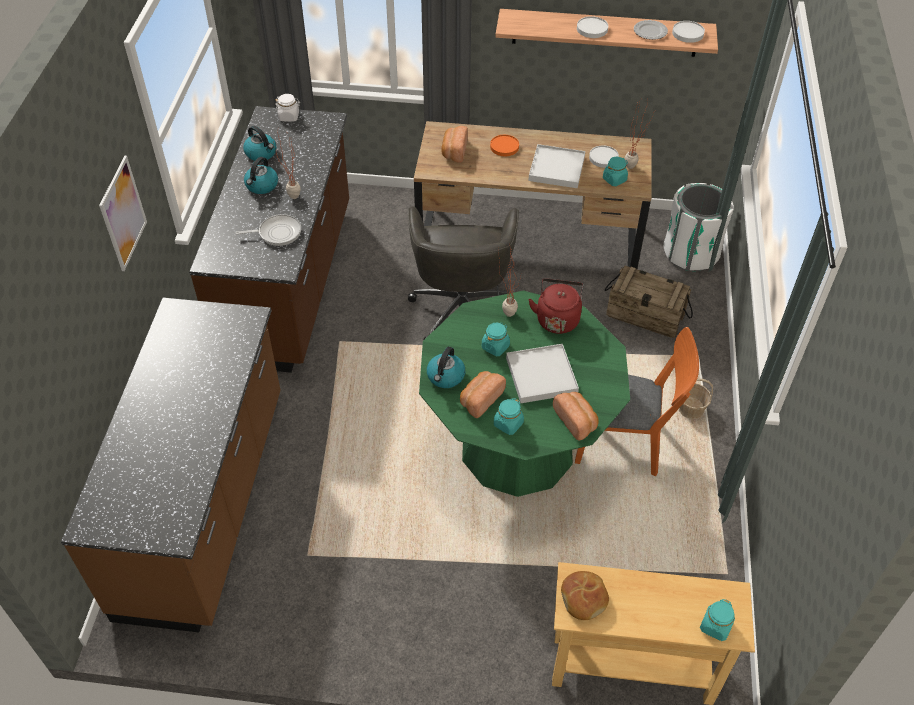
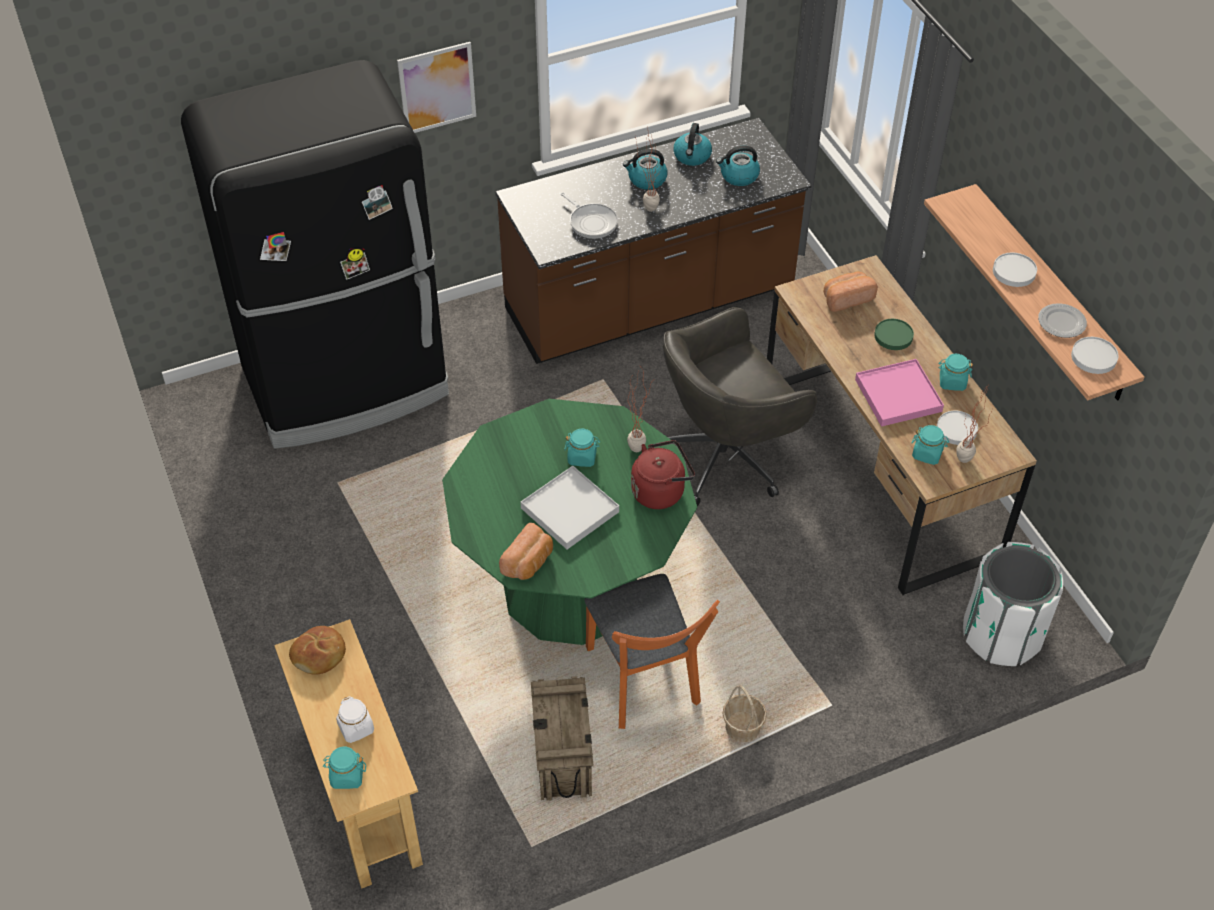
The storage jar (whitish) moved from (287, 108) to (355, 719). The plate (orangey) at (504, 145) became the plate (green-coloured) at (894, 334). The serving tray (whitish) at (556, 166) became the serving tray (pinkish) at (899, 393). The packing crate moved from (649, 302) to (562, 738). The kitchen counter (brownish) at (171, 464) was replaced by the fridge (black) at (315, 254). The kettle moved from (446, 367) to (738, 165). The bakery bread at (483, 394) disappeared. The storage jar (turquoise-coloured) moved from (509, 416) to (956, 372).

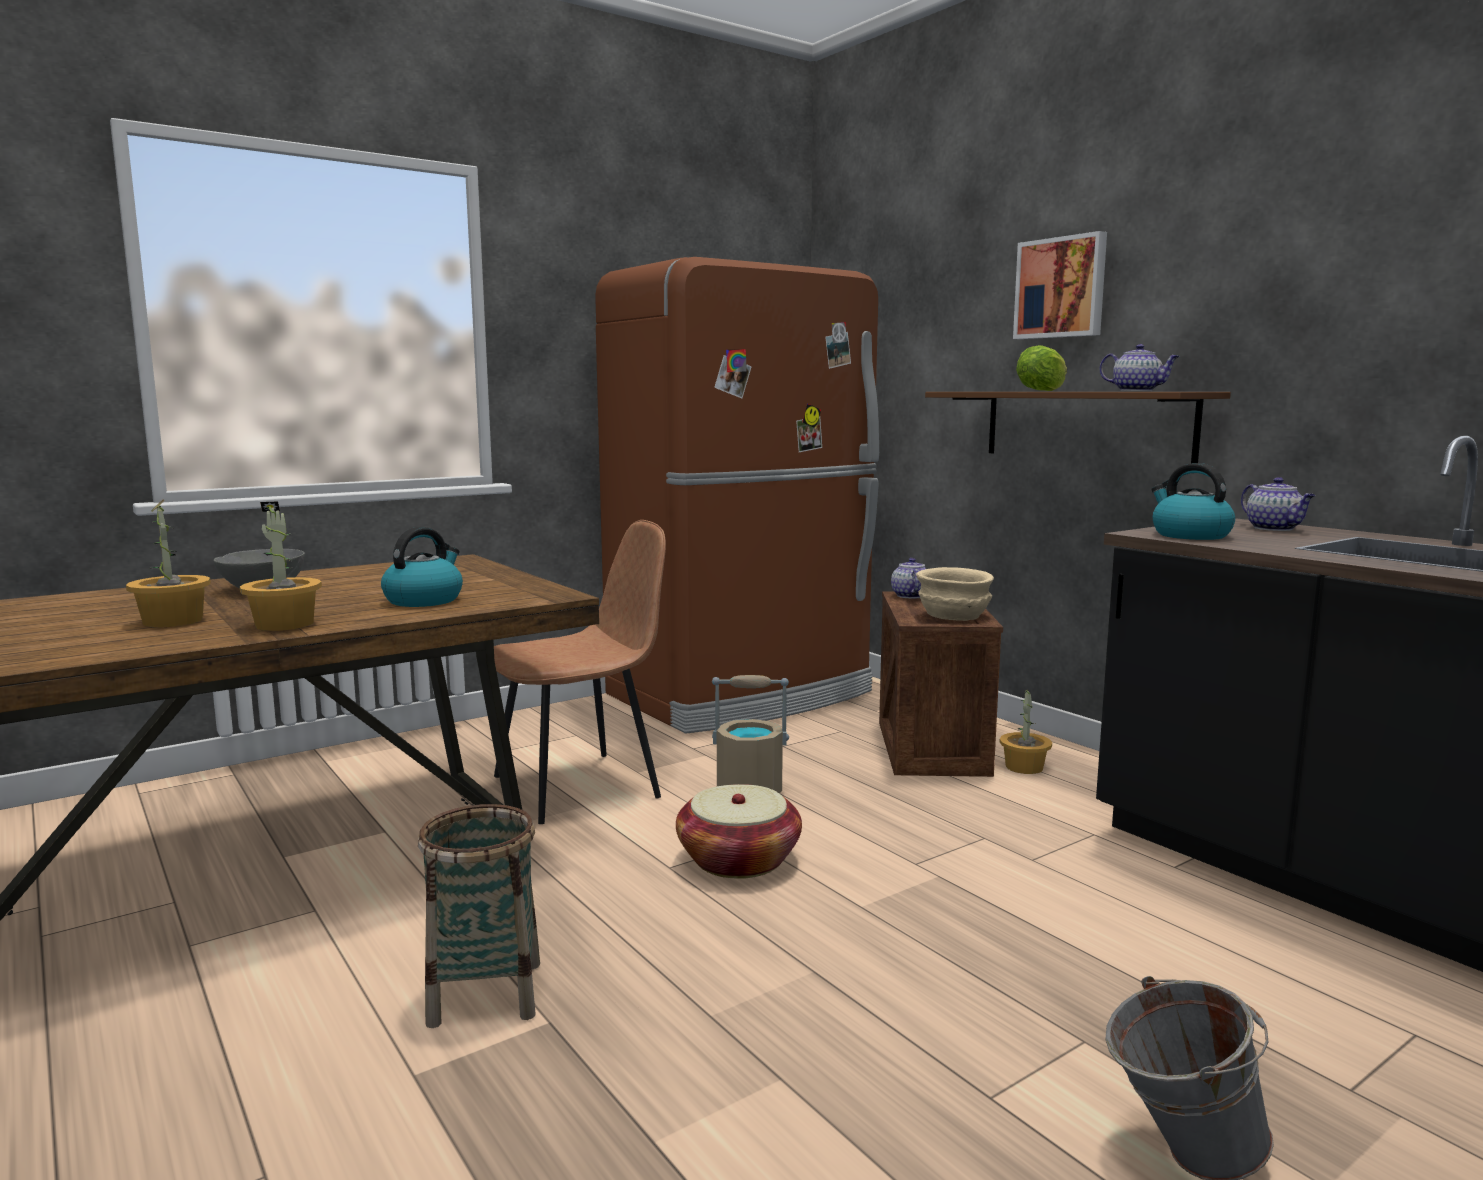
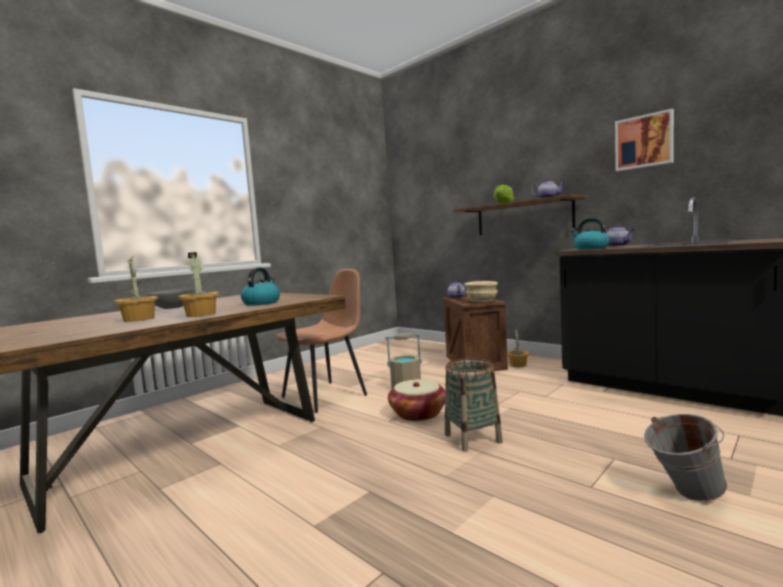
The wall art moved from (1060, 285) to (644, 140). The fridge (brownish) at (737, 495) disappeared. The storage basket moved from (479, 916) to (474, 404).

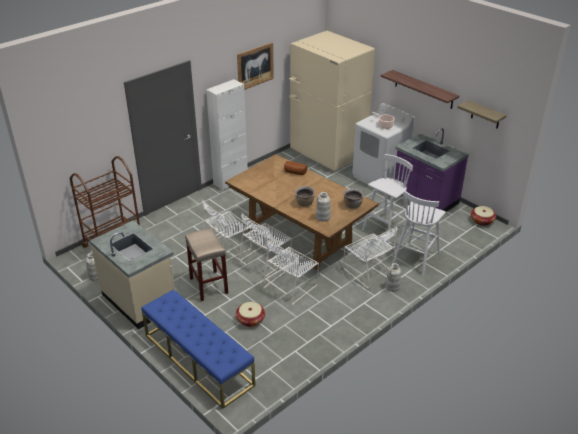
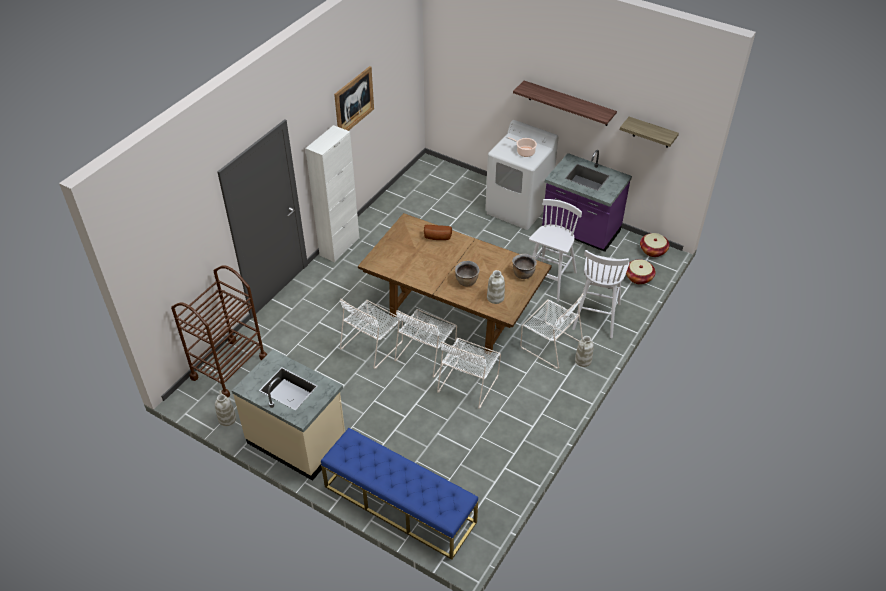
The fridge (sand-coloured) at (332, 101) disappeared. The stool (sand-coloured) at (206, 264) disappeared. The storage basket moved from (250, 314) to (640, 271).

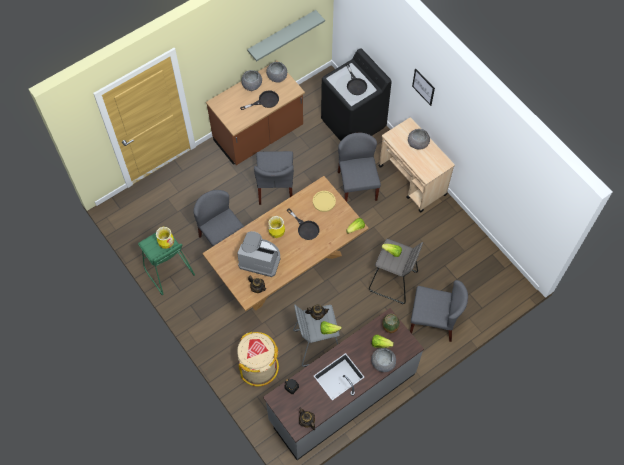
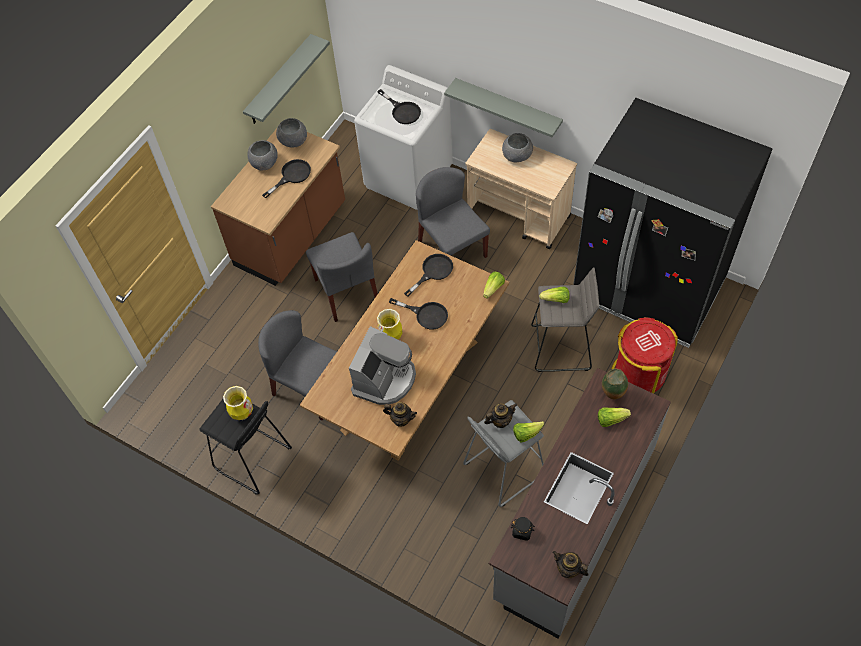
The laundry machine (black) at (356, 94) became the laundry machine (whitish) at (403, 137). The wall art at (423, 87) disappeared. The plate (yellow-coloured) at (324, 201) was replaced by the pan (black) at (428, 275). The coffee maker at (258, 254) turned 120 degrees clockwise. The stool (green-coloured) at (166, 264) became the stool (black) at (245, 447). The plain chair (greyish) at (439, 311) was replaced by the rubbish bin (reddish) at (645, 355). The rubbish bin (sand-coloured) at (258, 359) disappeared. The serving bowl (greyish) at (383, 360) disappeared. The wall shelf (greyish) at (503, 107) appeared. The fridge (black) at (672, 223) appeared.

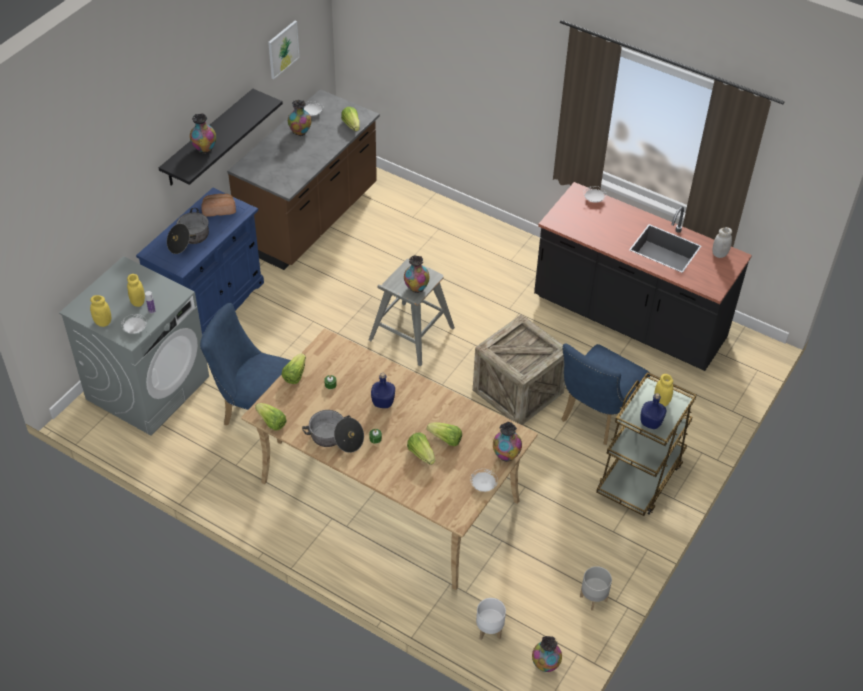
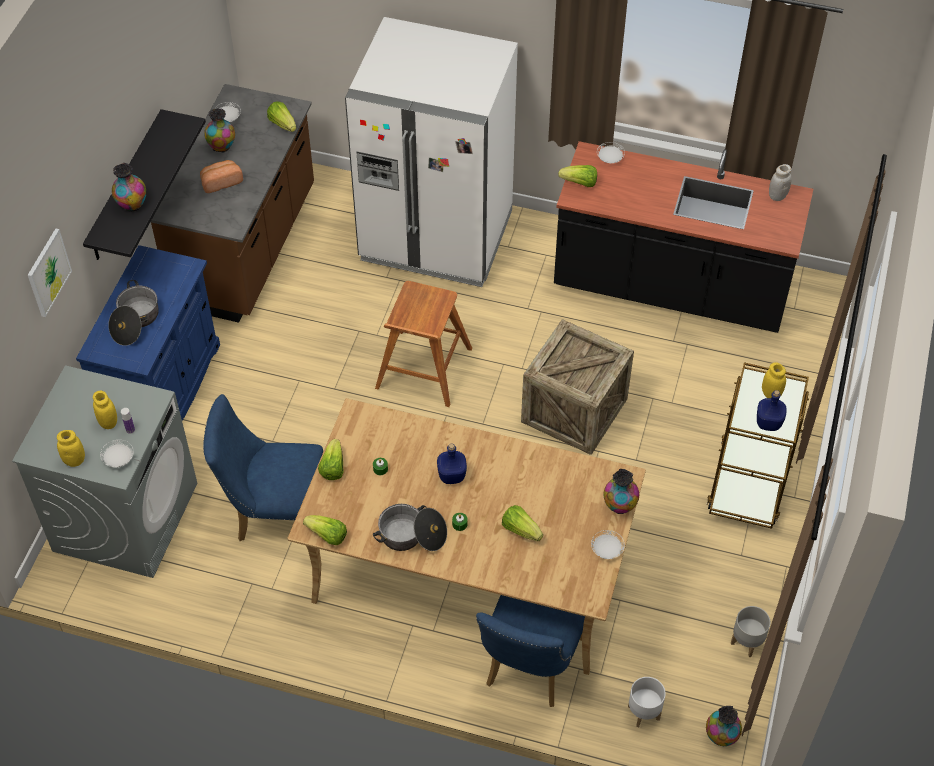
The wall art moved from (284, 50) to (50, 272). The bakery bread moved from (218, 205) to (221, 176). The vase at (416, 274) disappeared. The stool (greyish) at (412, 313) became the stool (brownish) at (423, 344). The plain chair (blue-coloured) moved from (605, 394) to (530, 651). The lettuce moved from (444, 434) to (577, 176). The fridge (whitish) at (431, 152) appeared.

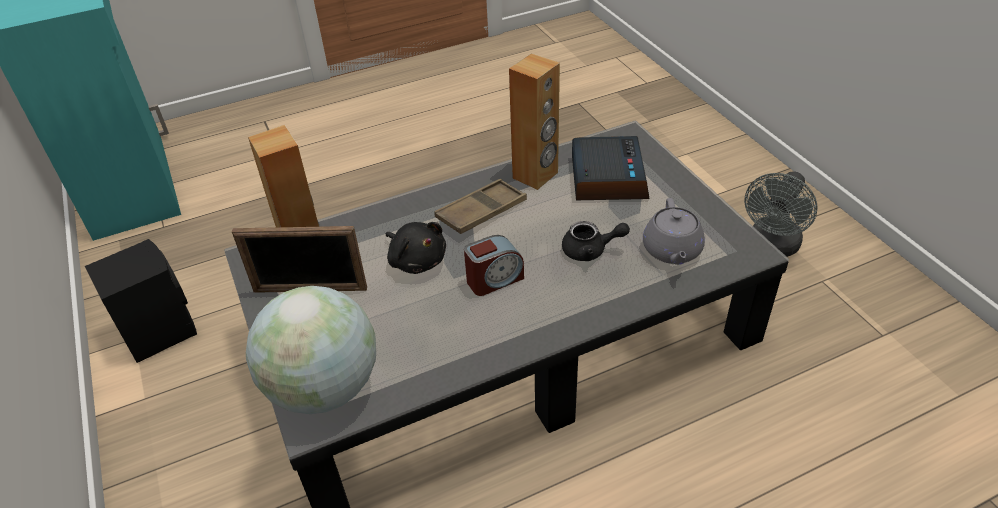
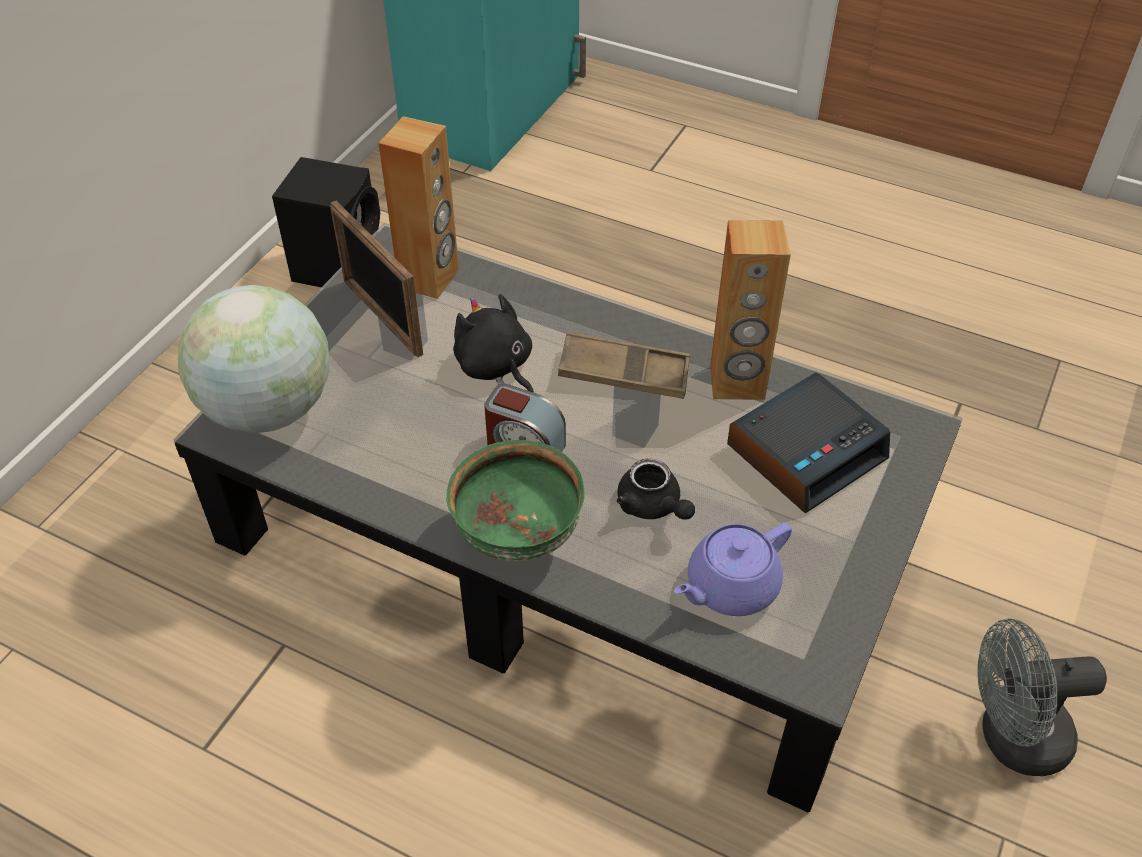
The tea pot (greyish) at (674, 231) became the tea pot (purplish) at (733, 569). The plush toy (black) at (416, 248) turned 135 degrees clockwise. The serving bowl (green-coloured) at (515, 500) appeared.

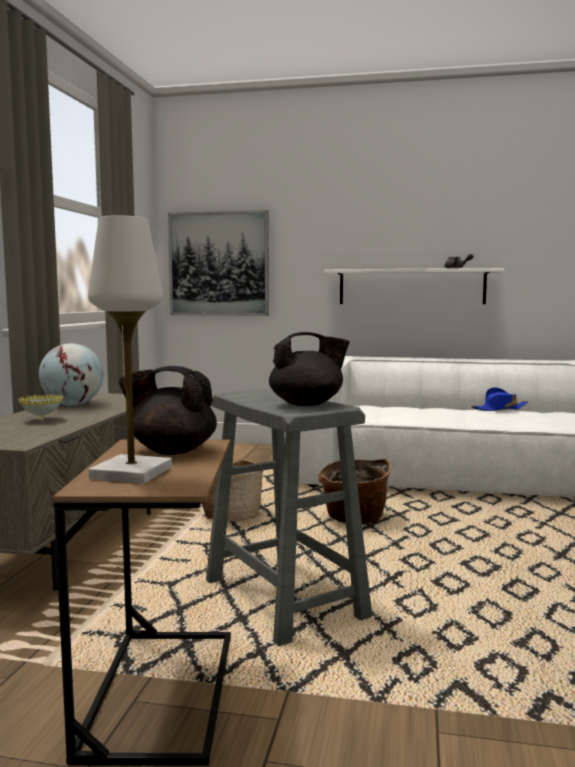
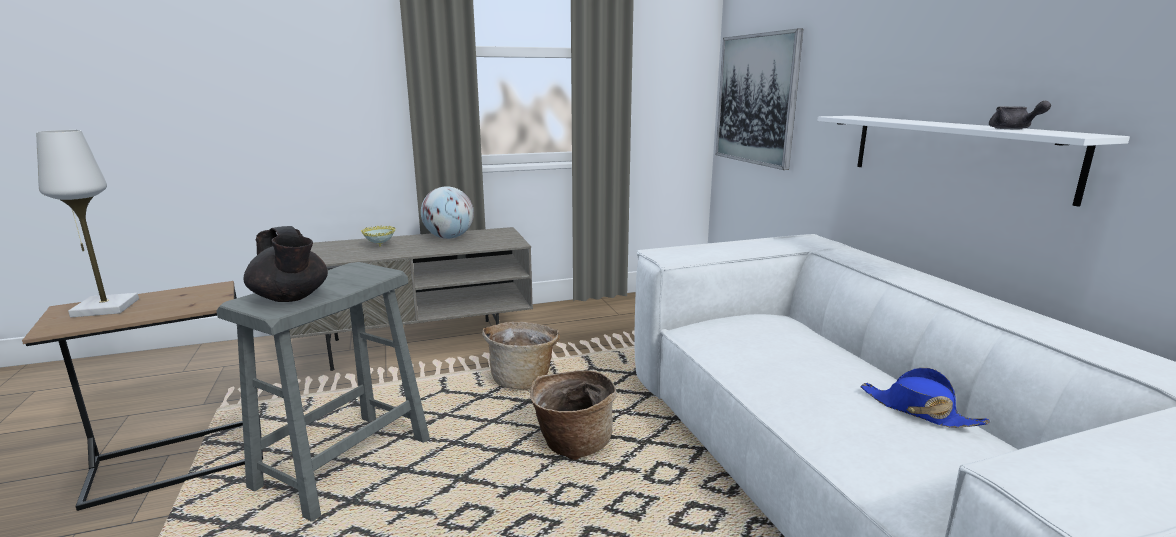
The tea pot (black) at (167, 410) disappeared.

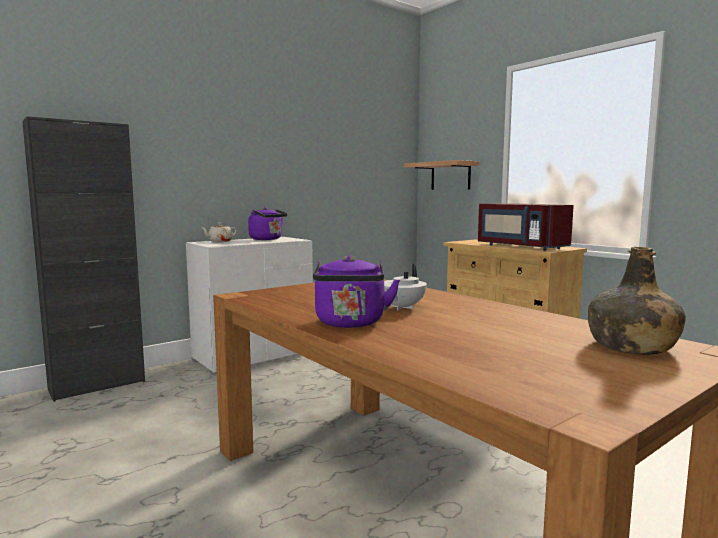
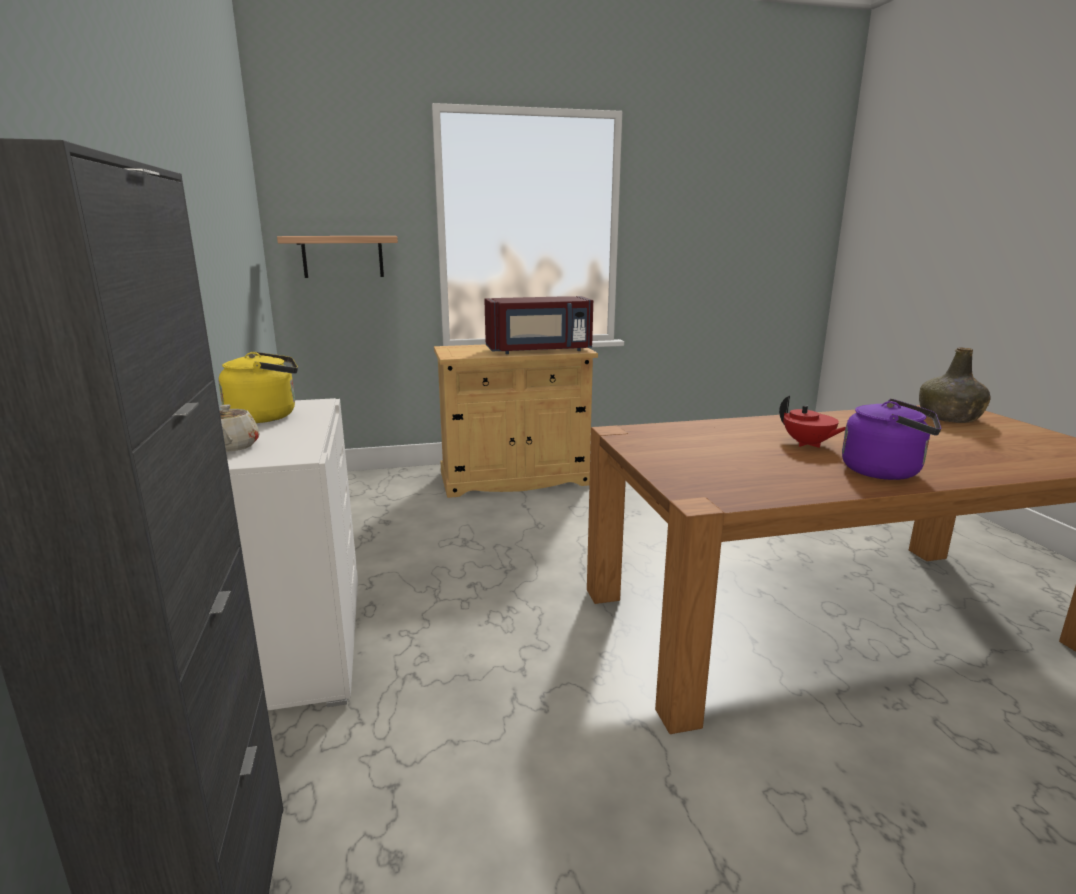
The kettle (purplish) at (268, 223) became the kettle (yellow-coloured) at (258, 387). The tea pot (whitish) at (405, 287) became the tea pot (reddish) at (812, 422).

